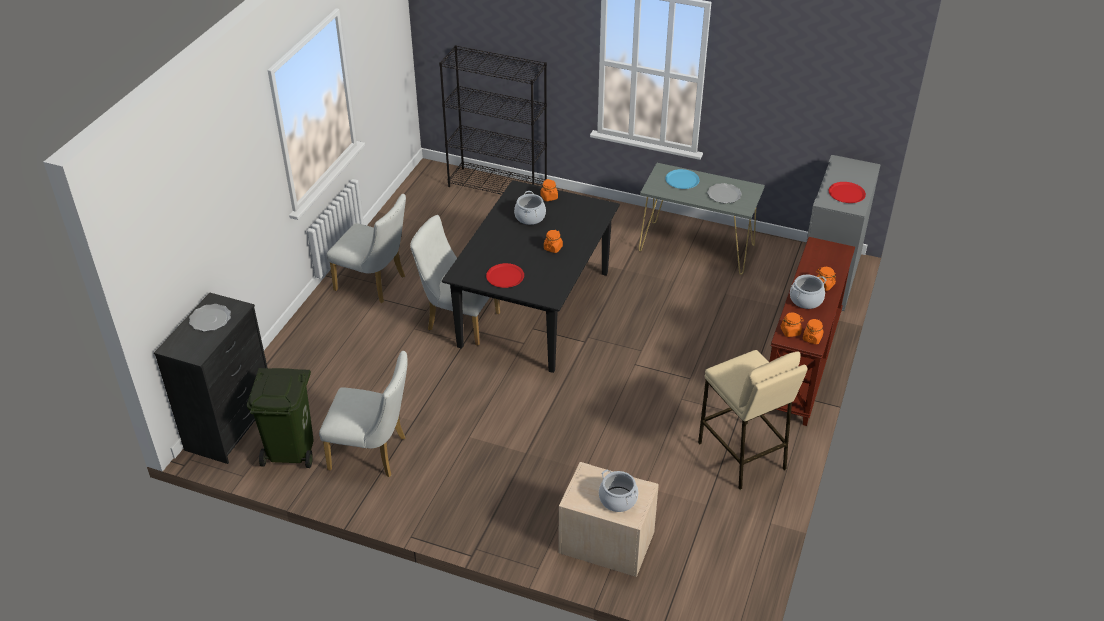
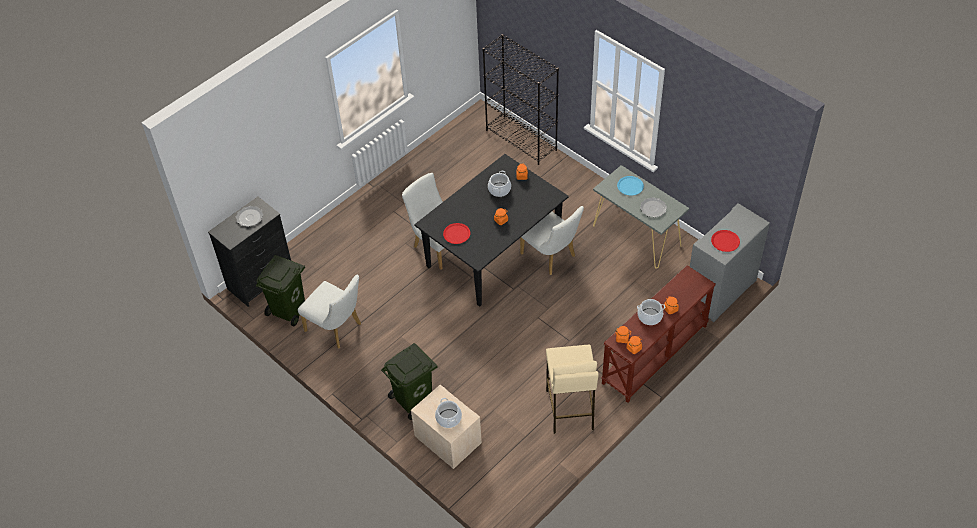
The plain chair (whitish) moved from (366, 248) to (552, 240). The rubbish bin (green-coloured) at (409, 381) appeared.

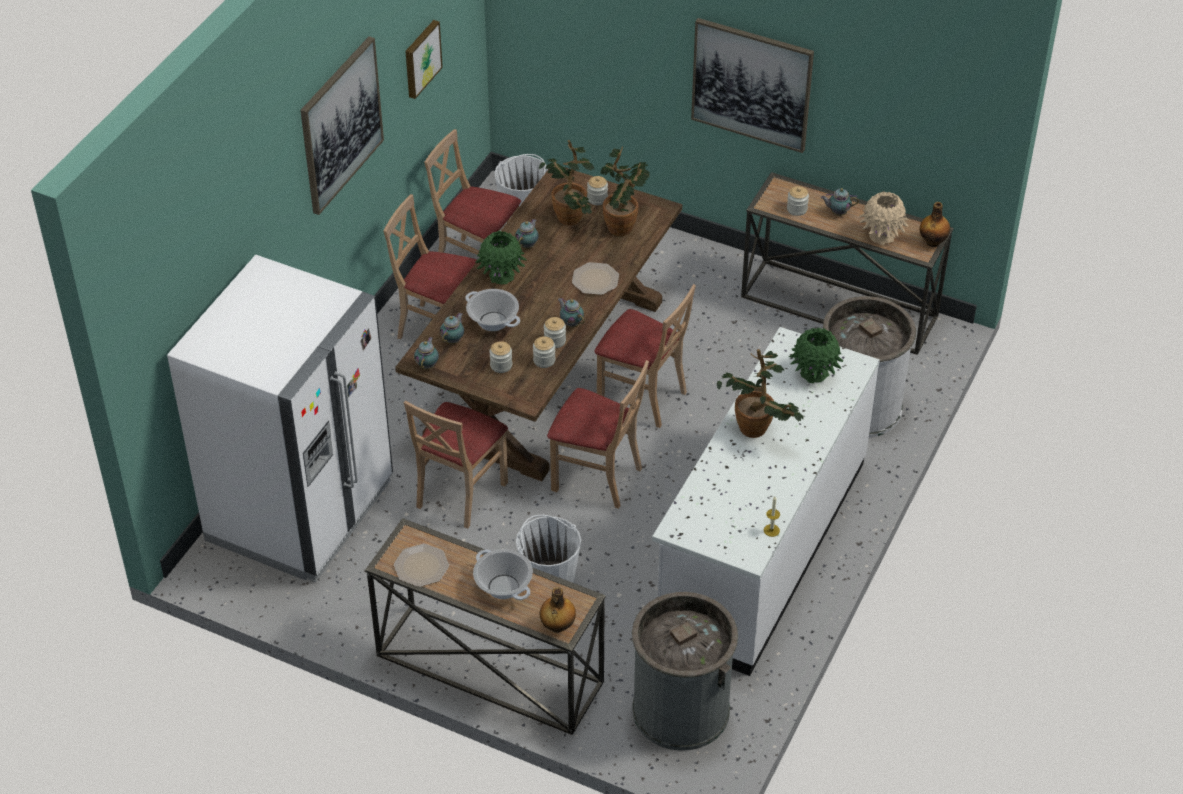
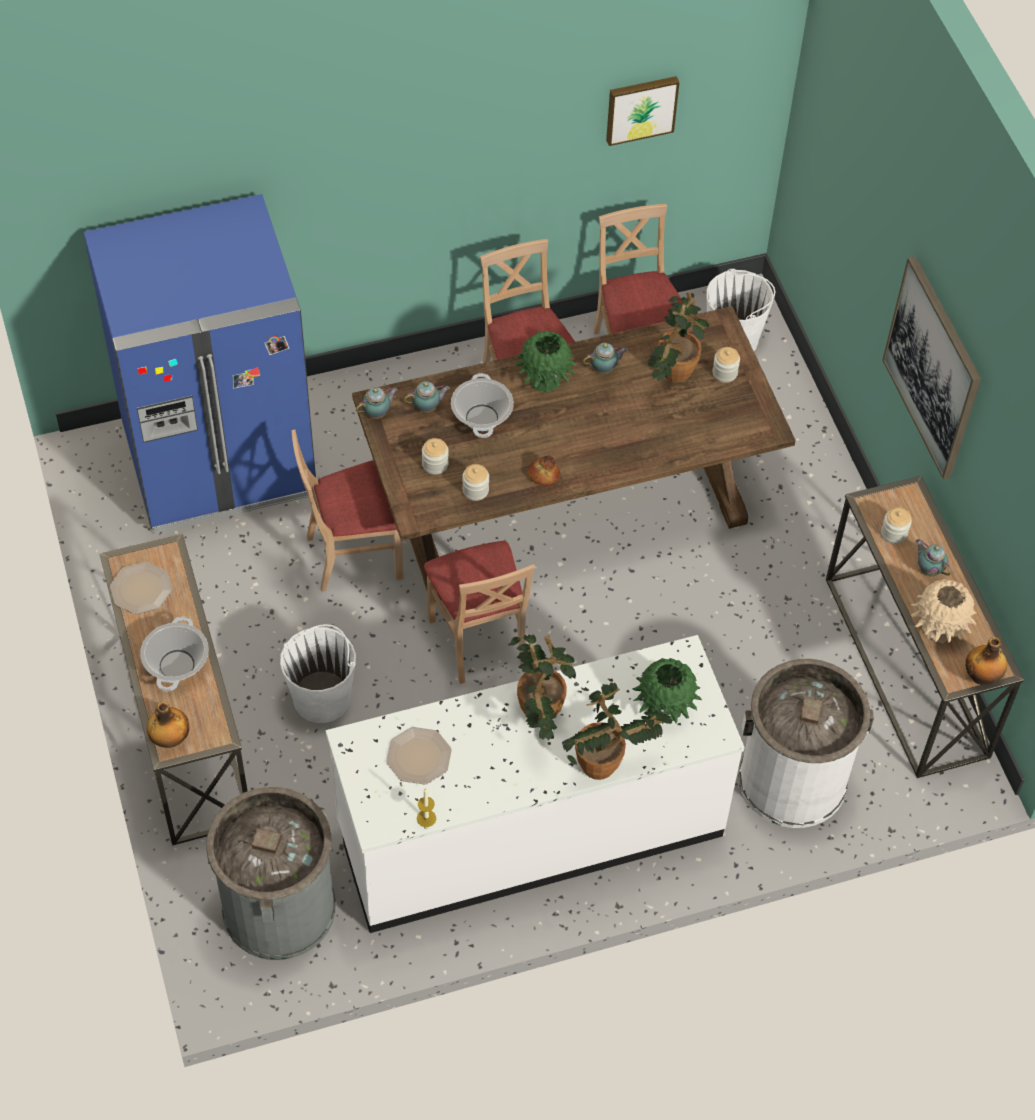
The wall art at (342, 125) disappeared. The houseplant moved from (625, 191) to (617, 731). The fridge (whitish) at (280, 418) became the fridge (blue-coloured) at (199, 364). The plate moved from (595, 278) to (419, 755). The plain chair (sand-coloured) at (645, 356) disappeared. The tea pot at (571, 313) was replaced by the bakery bread at (544, 470). The storage jar at (555, 332) disappeared.

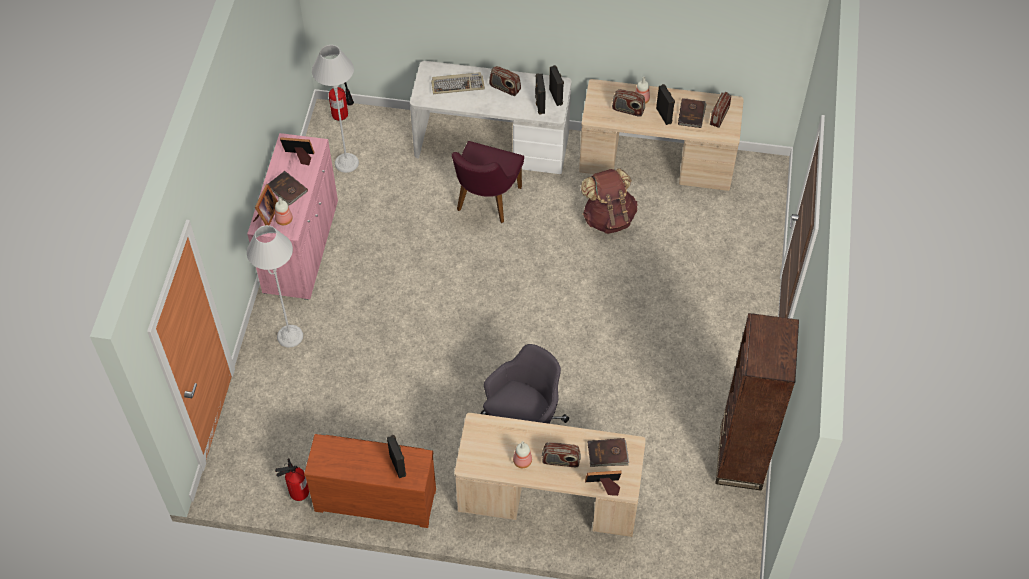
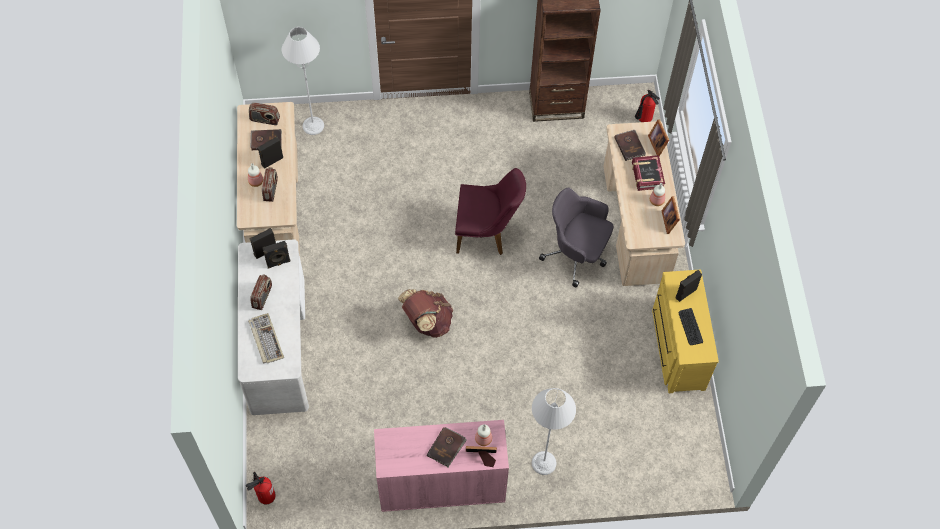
The standing lamp (greyish) moved from (335, 109) to (303, 81). The photo frame moved from (297, 151) to (671, 215). The plain chair (purplish) moved from (488, 182) to (490, 211). The knapsack (brownish) moved from (609, 201) to (426, 313). The dresser (brownish) at (370, 481) became the dresser (yellow-coloured) at (685, 331). The radio receiver at (561, 454) was replaced by the bound book at (648, 173). The fire extinguisher moved from (292, 479) to (647, 106). The PC keyboard at (691, 326) appeared.

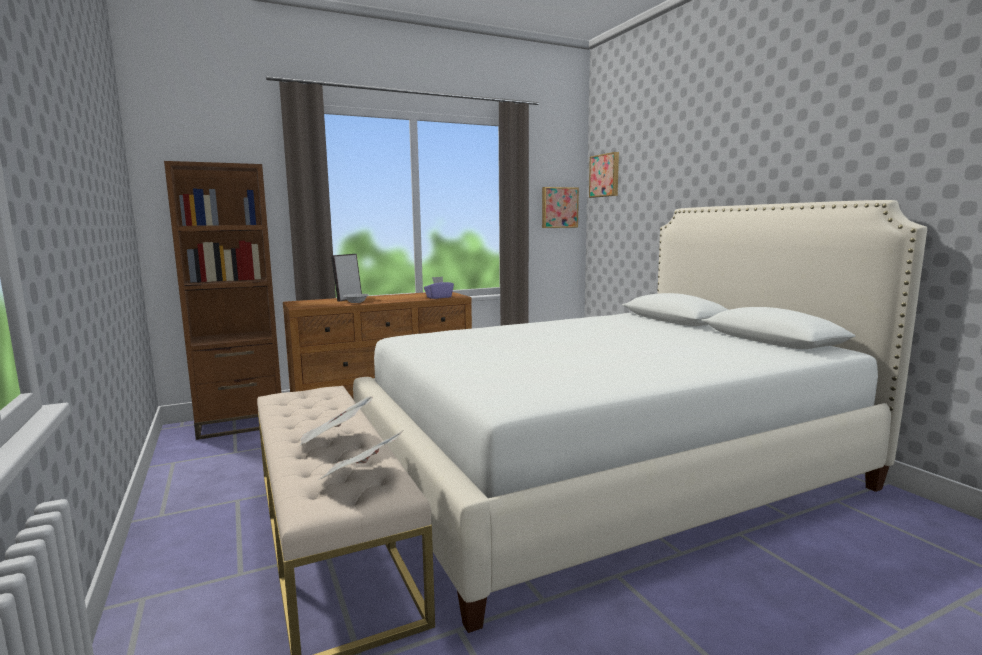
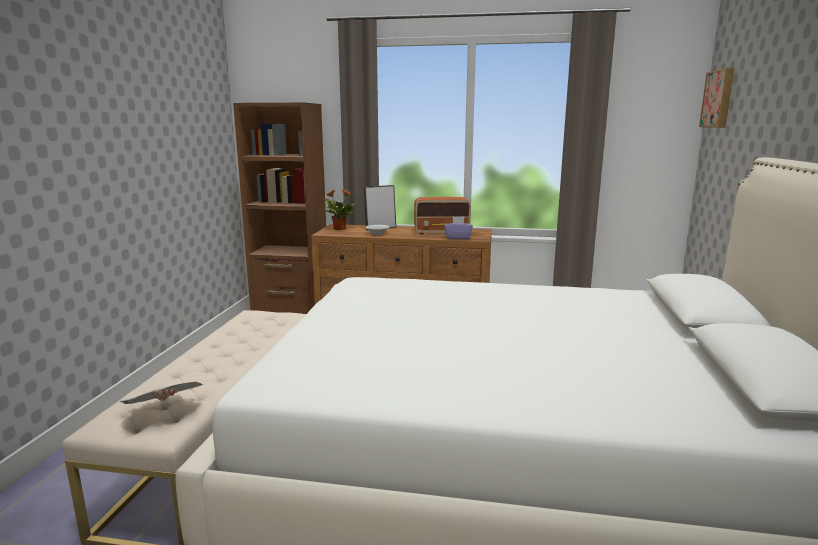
The wall art at (560, 207) disappeared. The daily paper at (335, 421) disappeared. The houseplant at (339, 209) appeared. The radio receiver at (442, 216) appeared.

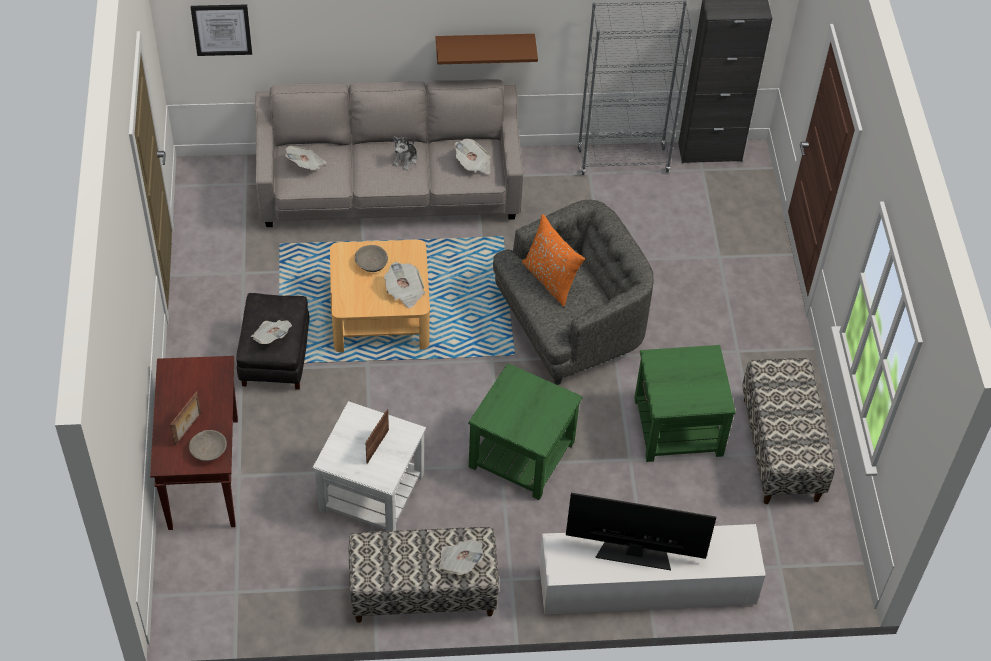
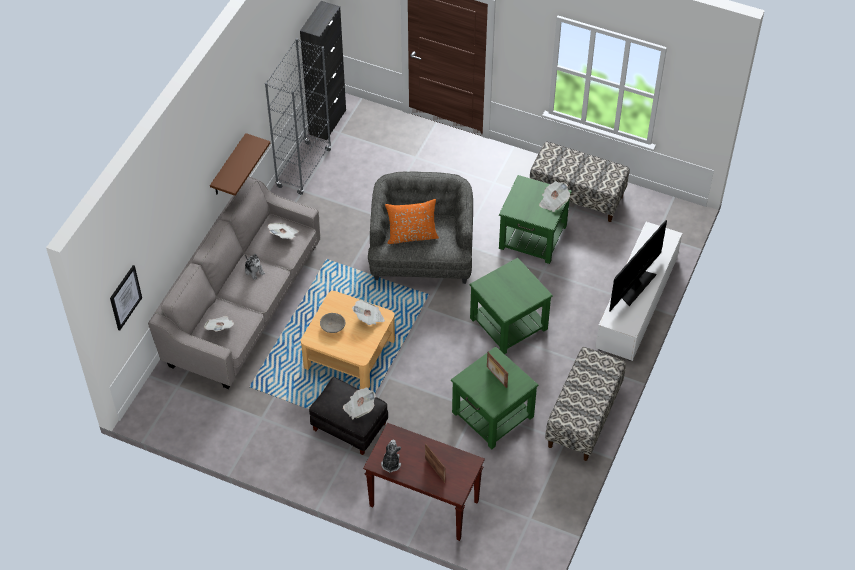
The accent table (whitish) at (369, 466) became the accent table (green-coloured) at (494, 398). The serving bowl (greyish) at (208, 445) disappeared. The daily paper moved from (461, 557) to (554, 196). The plush toy at (391, 456) appeared.

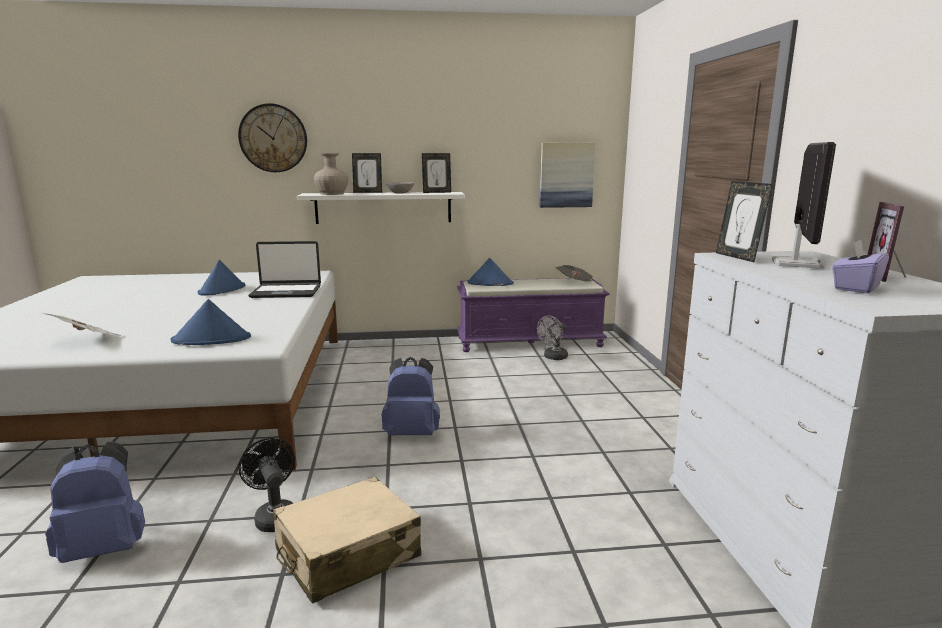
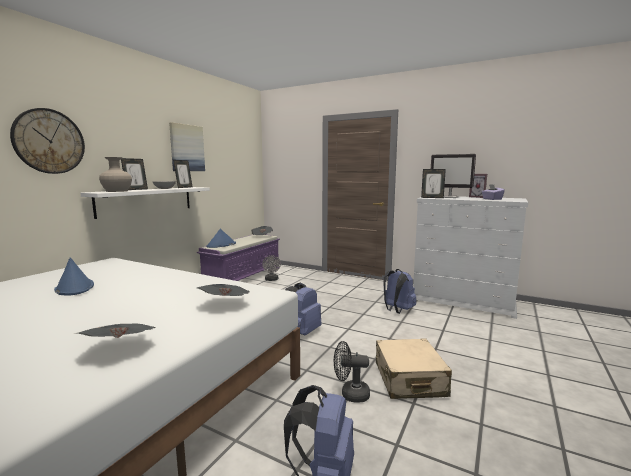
The monitor at (804, 205) turned 150 degrees clockwise. The wall art moved from (568, 175) to (187, 146). The portable computer at (284, 269) disappeared. The wearable hat (blue-coloured) at (211, 322) was replaced by the daily paper at (223, 290). The knapsack (blue-coloured) at (400, 291) appeared.

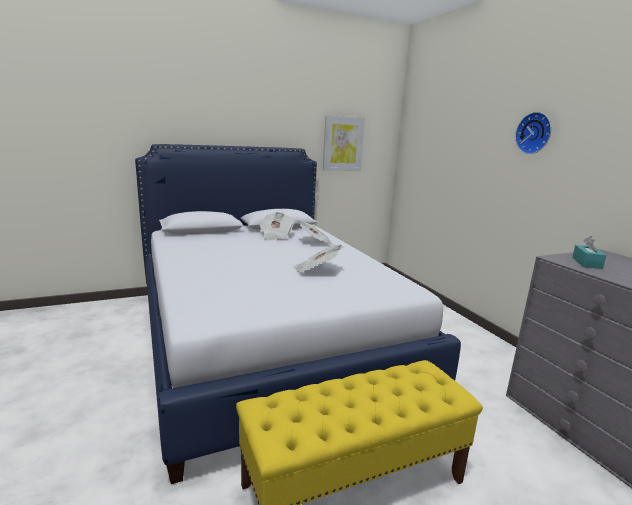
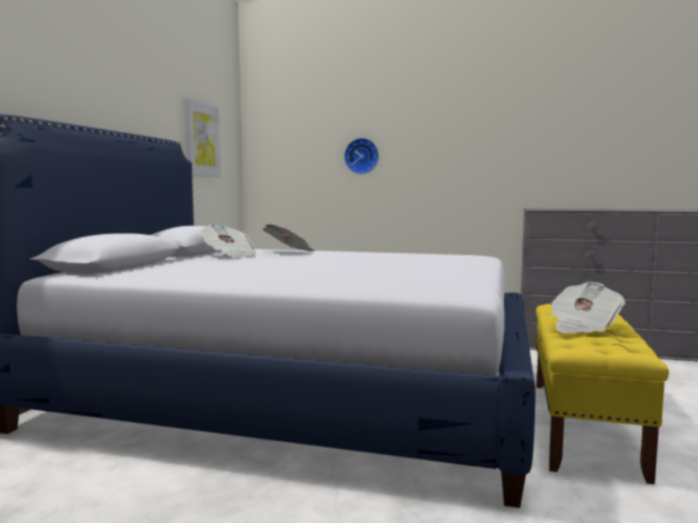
The hanging clock moved from (533, 133) to (361, 156). The tissue box (turquoise-coloured) at (589, 252) disappeared. The daily paper moved from (318, 259) to (587, 307).

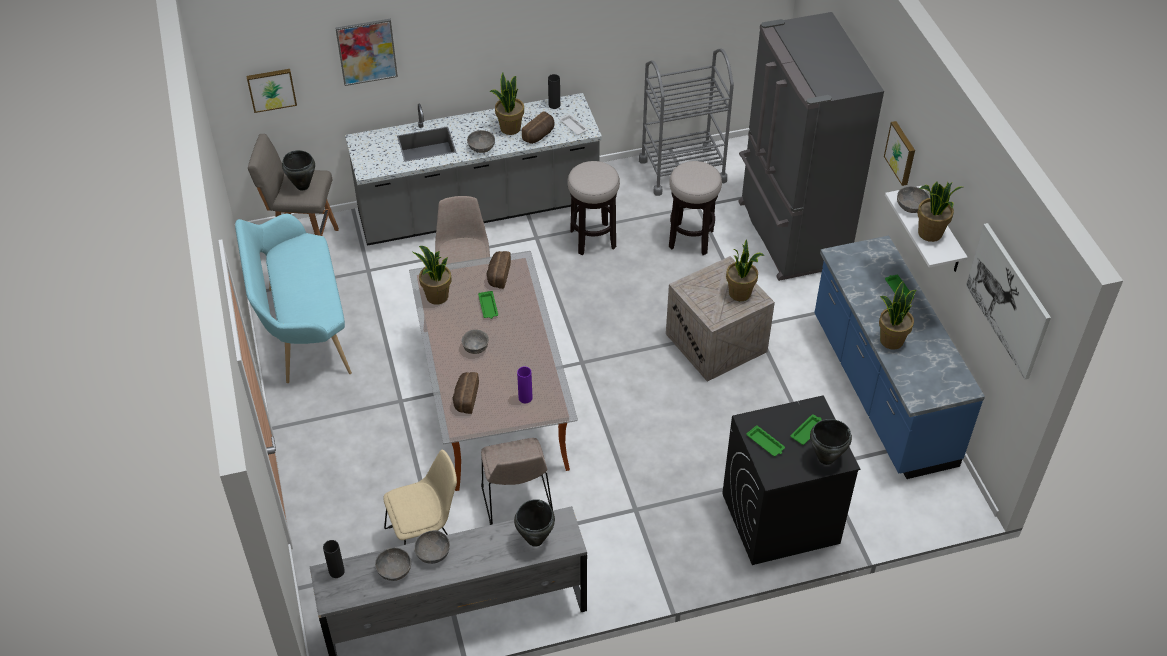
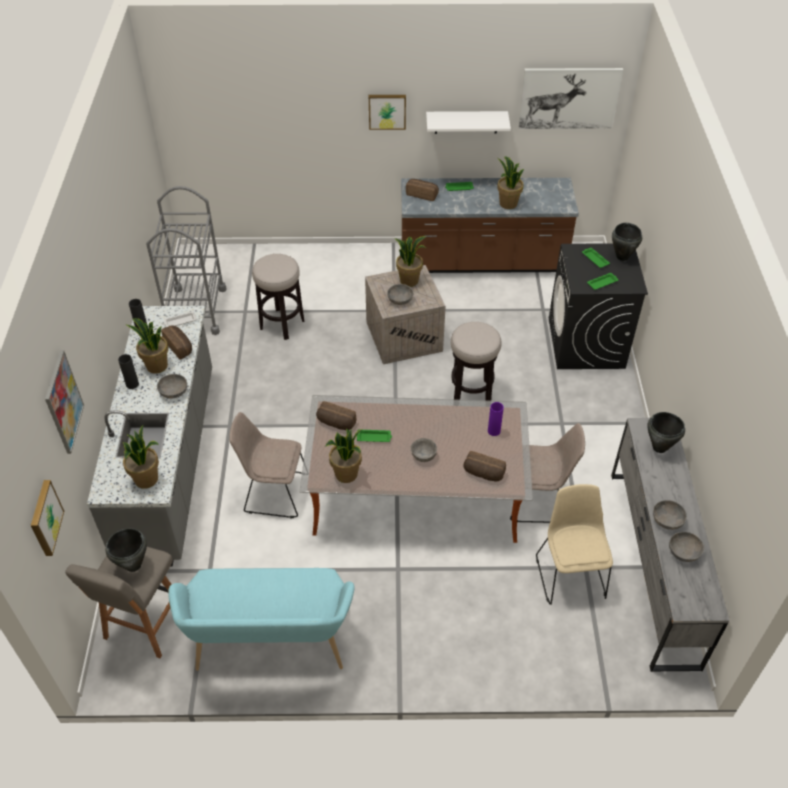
The fridge (greyish) at (811, 146) disappeared. The stool moved from (593, 208) to (476, 361). The houseplant moved from (939, 211) to (141, 457). The serving bowl (greyish) moved from (913, 199) to (400, 294). The kitchen counter (blue-coloured) at (899, 357) became the kitchen counter (brownish) at (490, 225). The vase (black) moved from (334, 559) to (128, 371). The bakery bread at (422, 190) appeared.

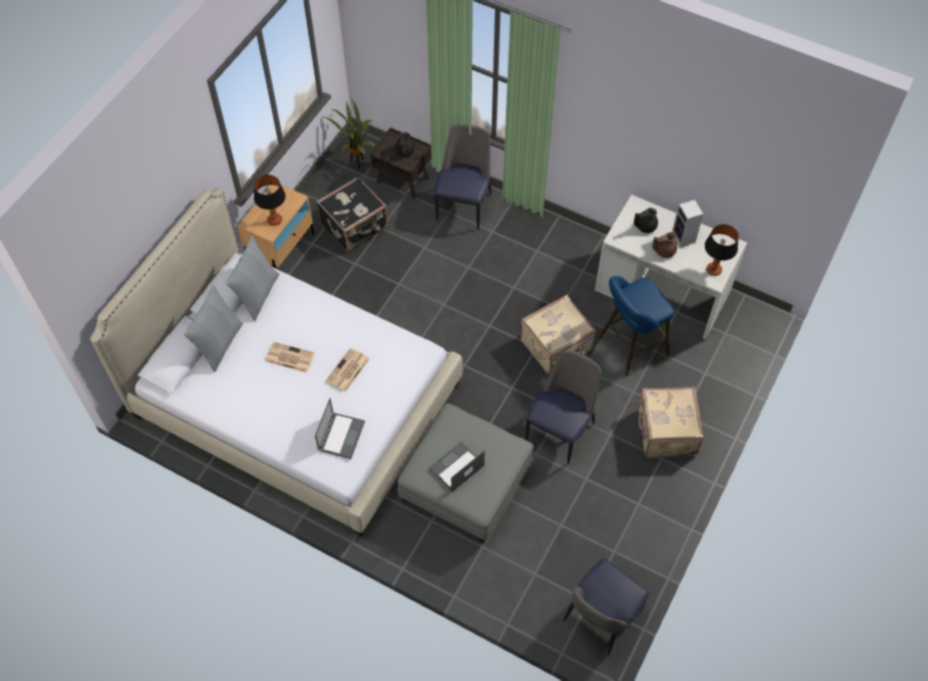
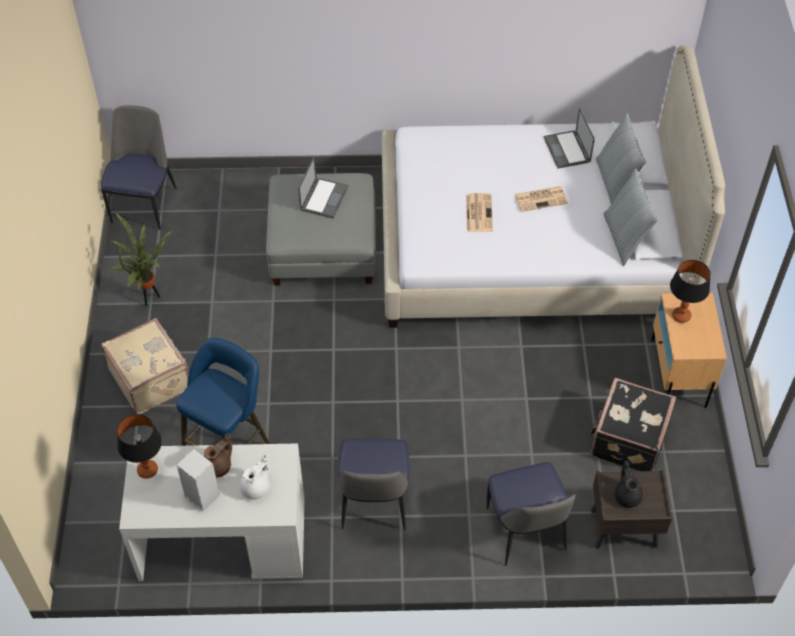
The houseplant moved from (349, 133) to (141, 259). The tea pot (black) at (646, 220) became the tea pot (whitish) at (254, 477). The suitcase (sand-coloured) at (558, 334) disappeared. The plain chair moved from (563, 407) to (373, 484). The portable computer moved from (340, 428) to (569, 138).

